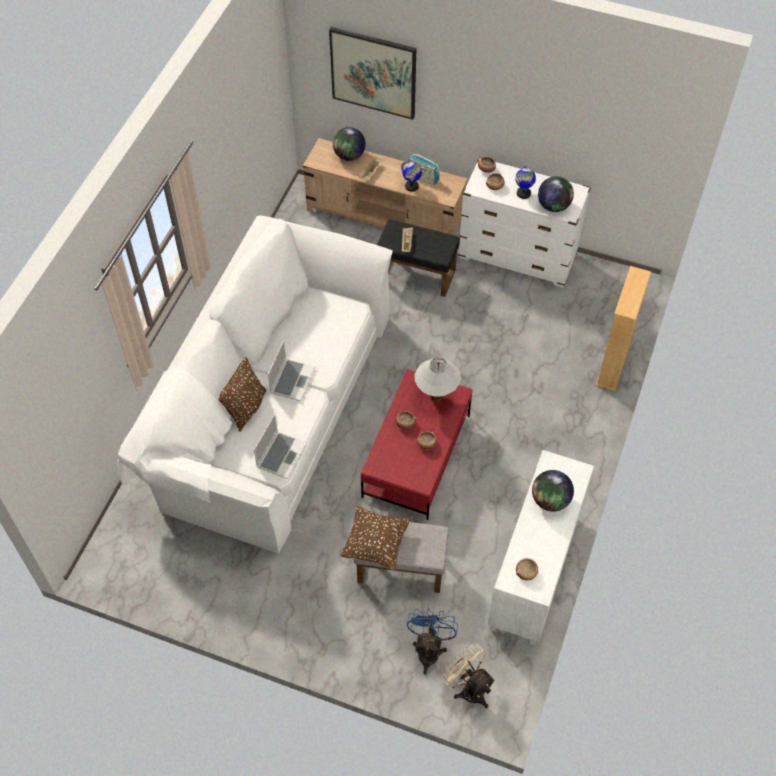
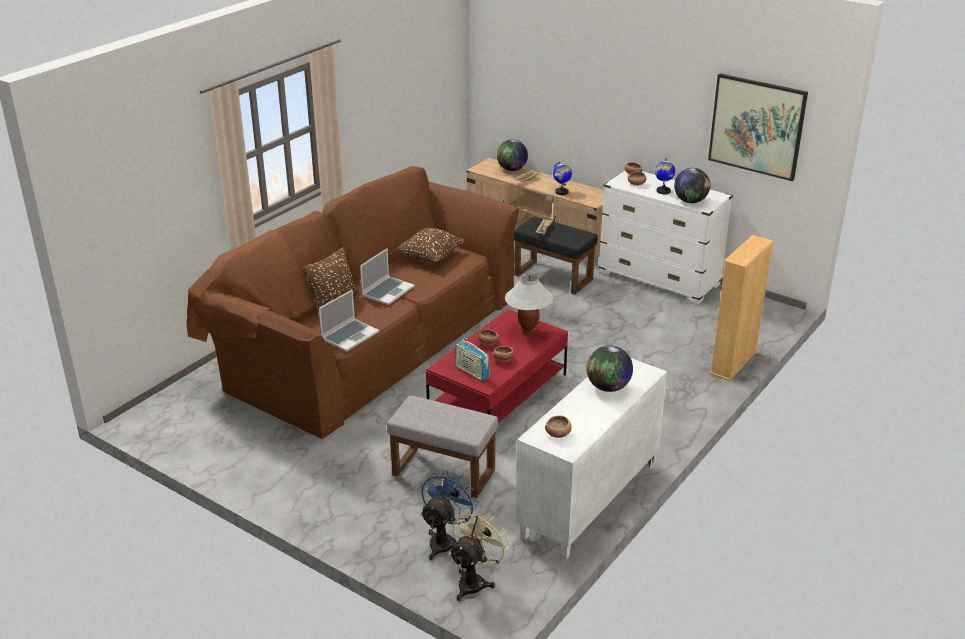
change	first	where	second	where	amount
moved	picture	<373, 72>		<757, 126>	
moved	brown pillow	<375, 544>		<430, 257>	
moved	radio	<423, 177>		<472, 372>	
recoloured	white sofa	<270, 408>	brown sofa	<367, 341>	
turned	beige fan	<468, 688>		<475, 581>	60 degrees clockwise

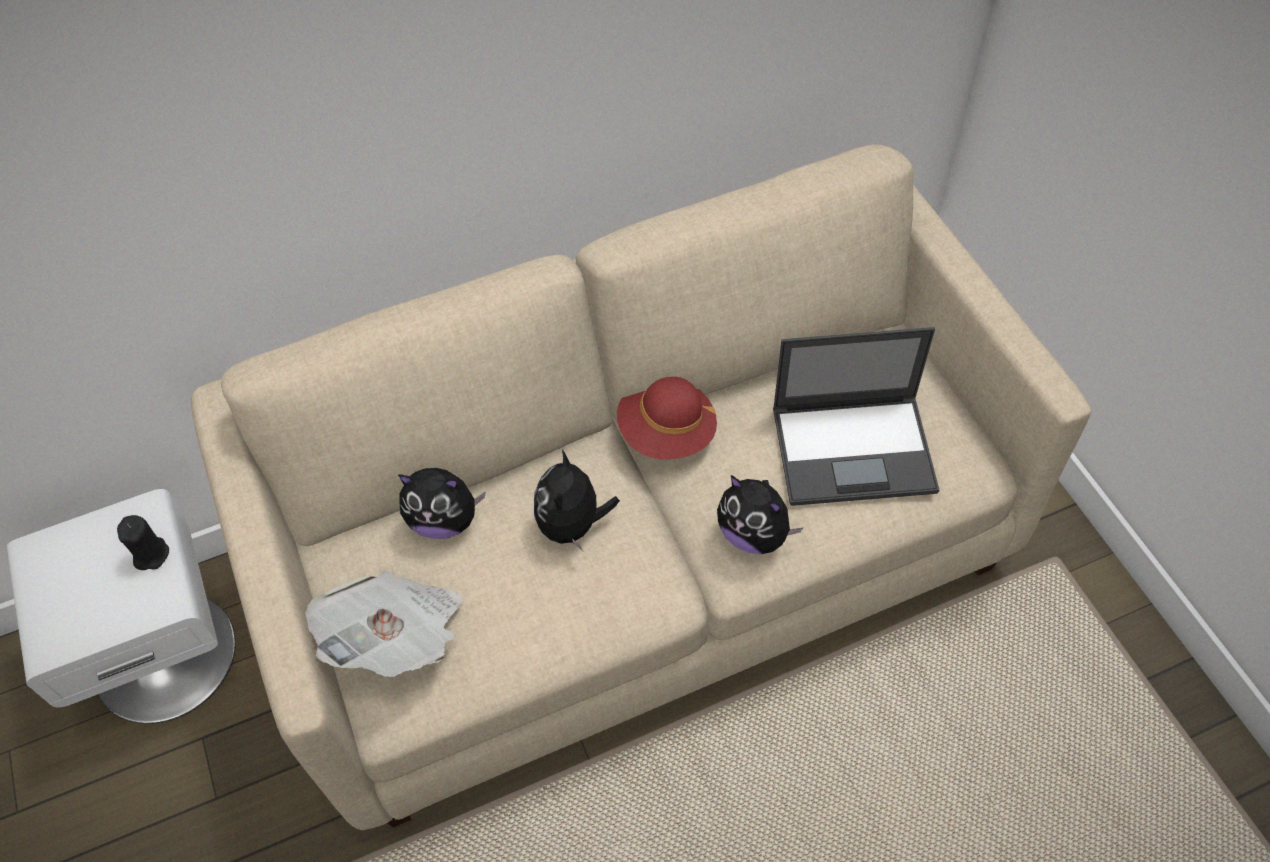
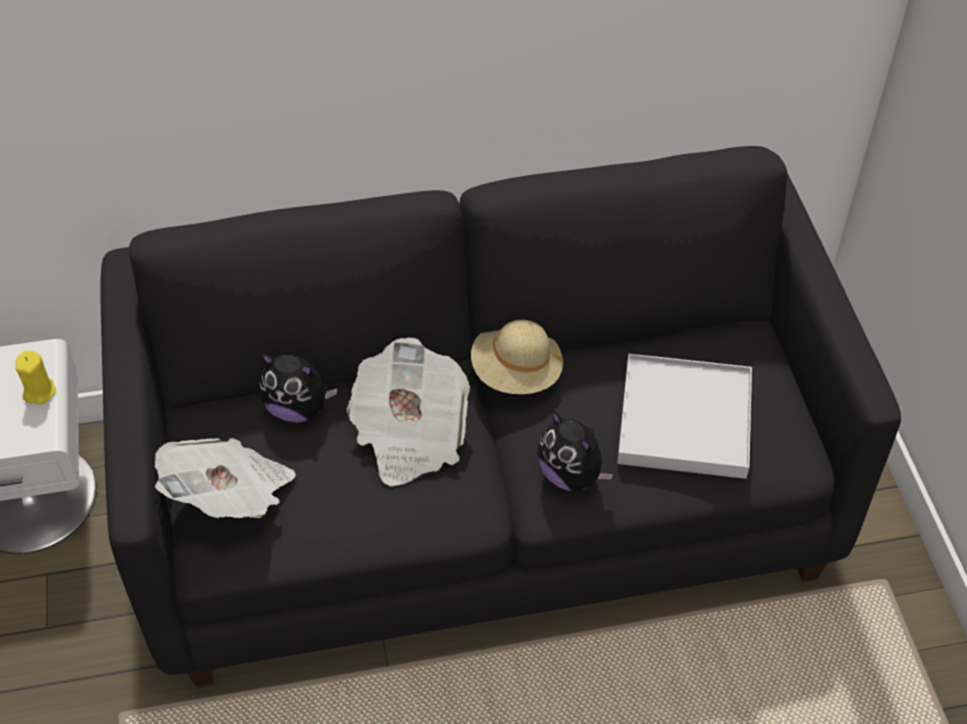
change	first	where	second	where	amount
replaced	plush toy	<573, 525>	newspaper	<409, 434>	
replaced	laptop	<855, 449>	white tray	<685, 420>	
recoloured	black candle	<151, 554>	yellow candle	<39, 391>	
recoloured	beige sofa	<643, 558>	black sofa	<485, 500>	
recoloured	red hat	<667, 433>	beige hat	<516, 373>	

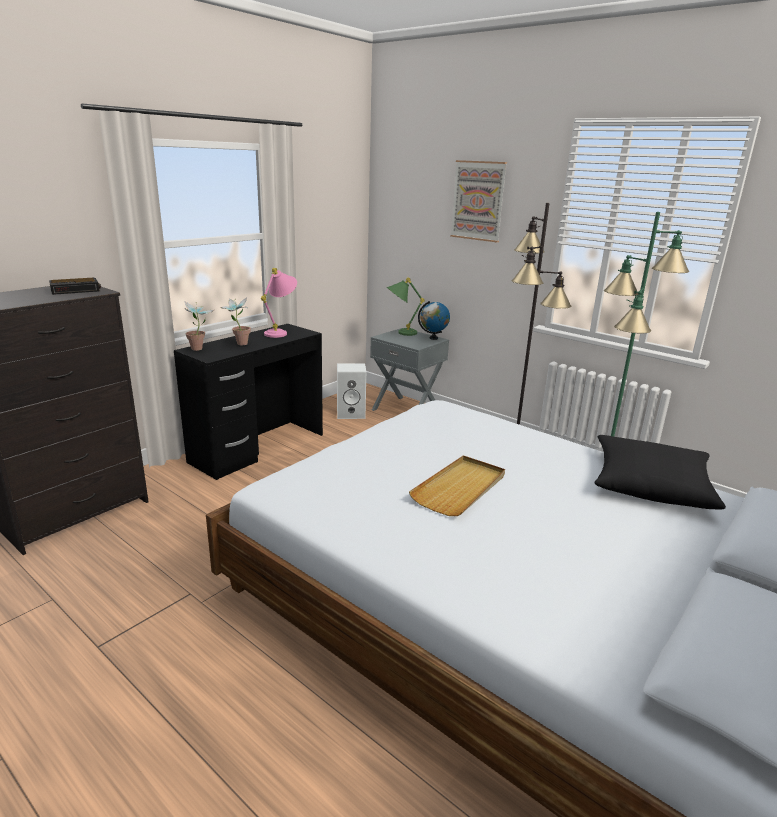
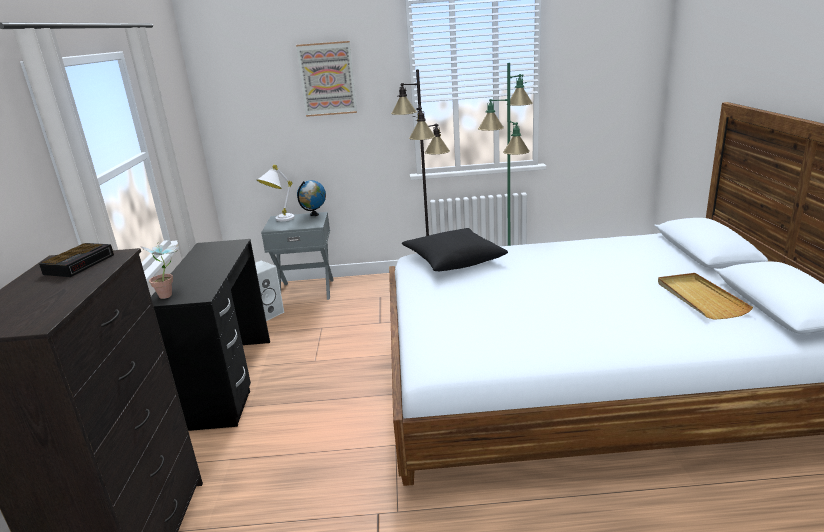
change	first	where	second	where	amount
removed	potted plant	<238, 344>			
removed	pink table lamp	<281, 332>			
moved	beige tray	<460, 488>		<699, 298>	
moved	black pillow	<651, 483>		<453, 259>	
recoloured	green table lamp	<400, 333>	white table lamp	<279, 220>	

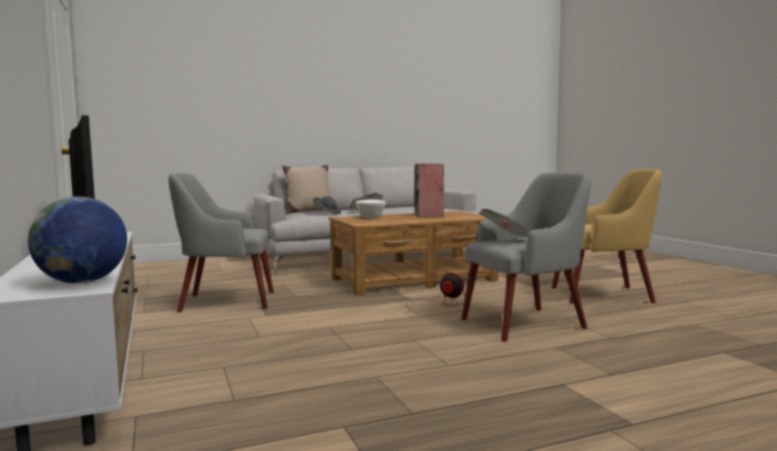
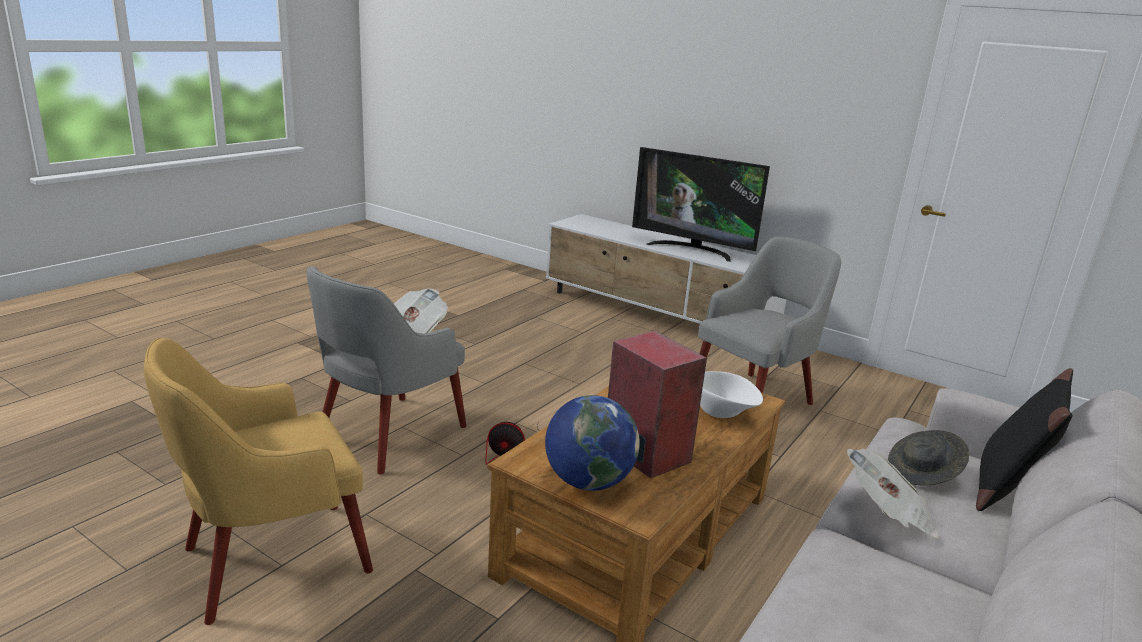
change	first	where	second	where	amount
moved	globe	<82, 282>		<588, 482>	
recoloured	beige pillow	<309, 211>	black pillow	<1006, 489>	

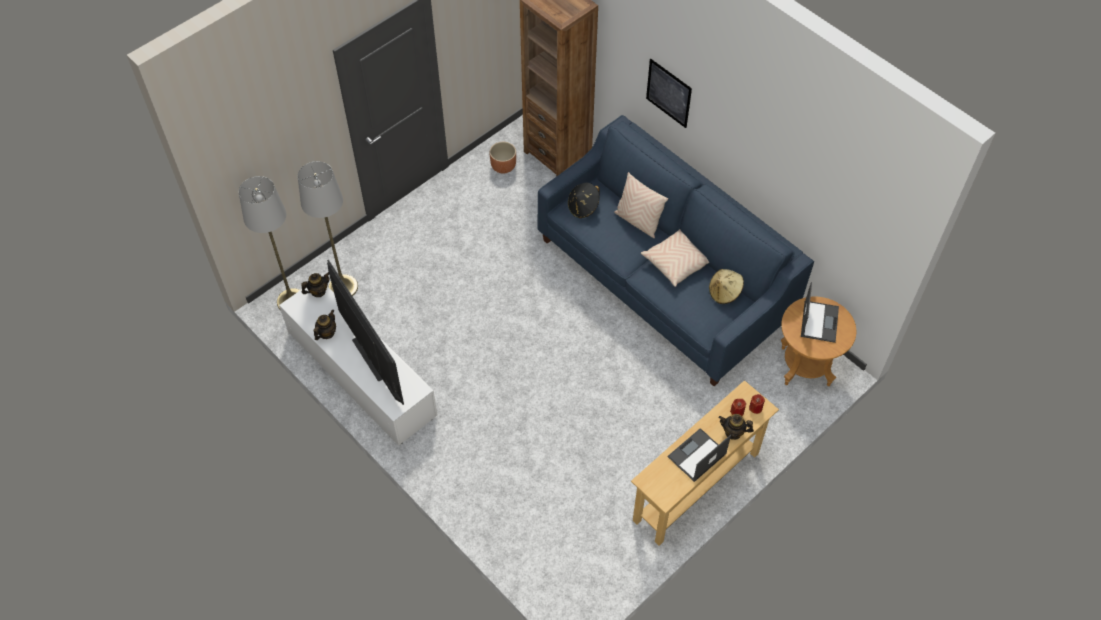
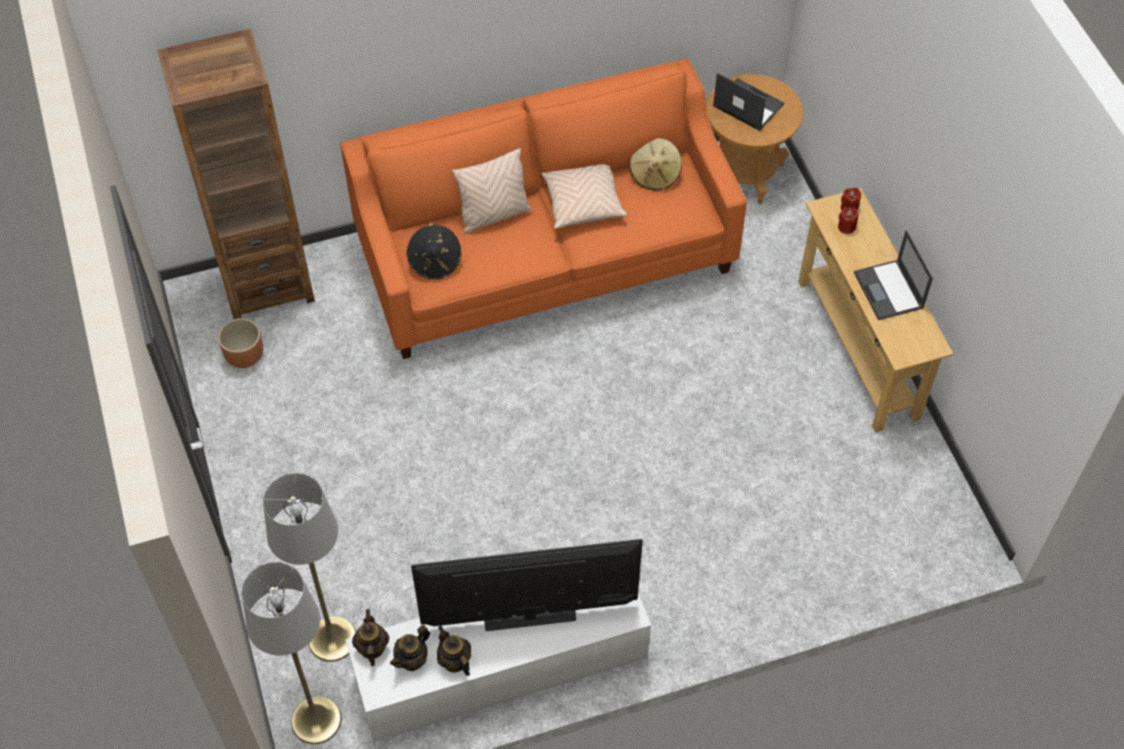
change	first	where	second	where	amount
removed	picture	<668, 93>			
moved	teapot	<733, 432>		<412, 659>	
recoloured	blue sofa	<664, 279>	orange sofa	<544, 255>	

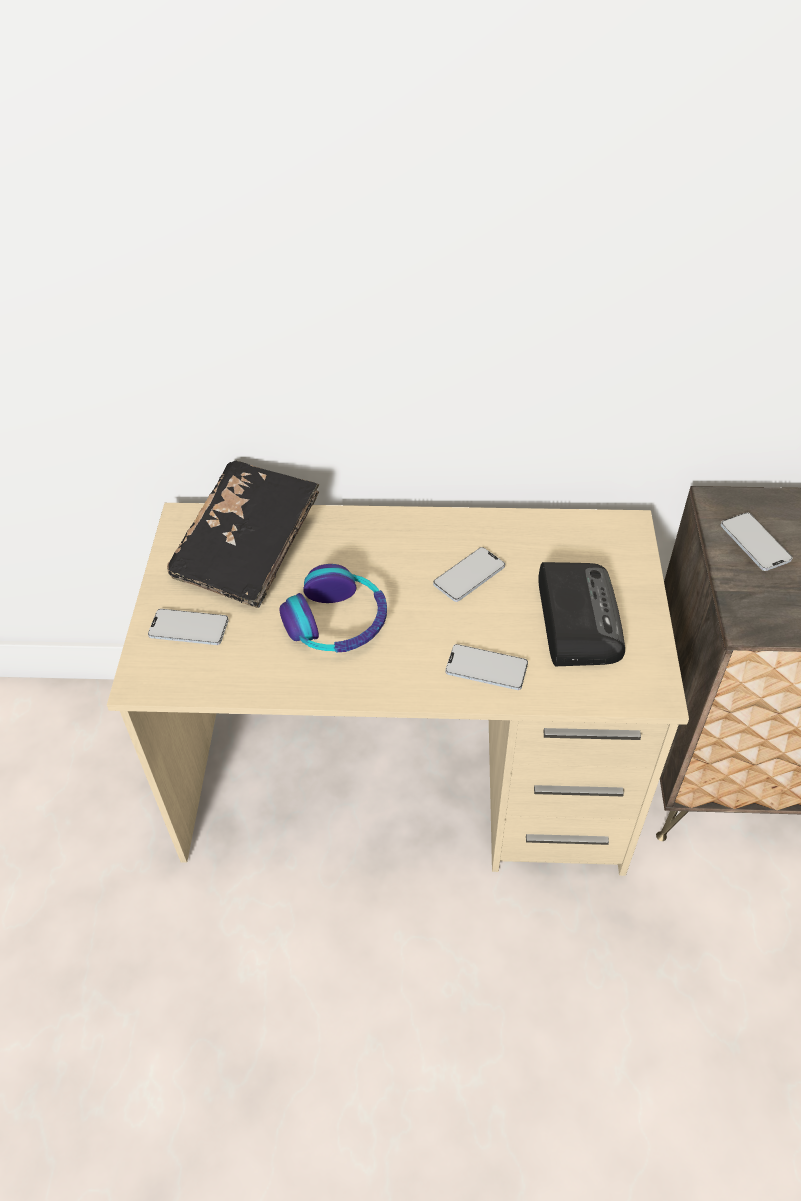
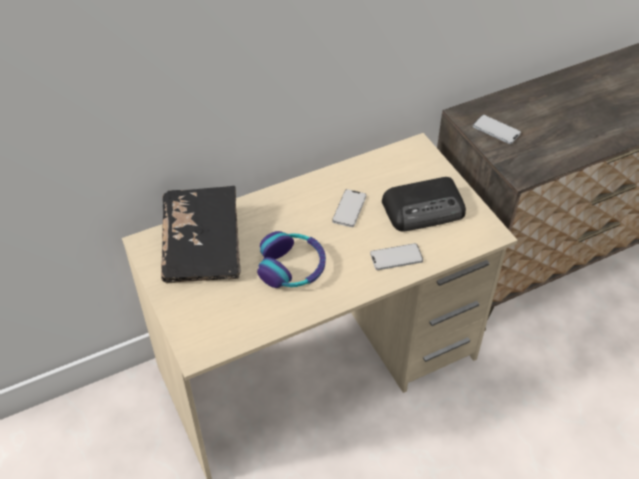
change	first	where	second	where	amount
removed	phone	<189, 628>			
turned	radio	<576, 617>		<425, 209>	105 degrees clockwise

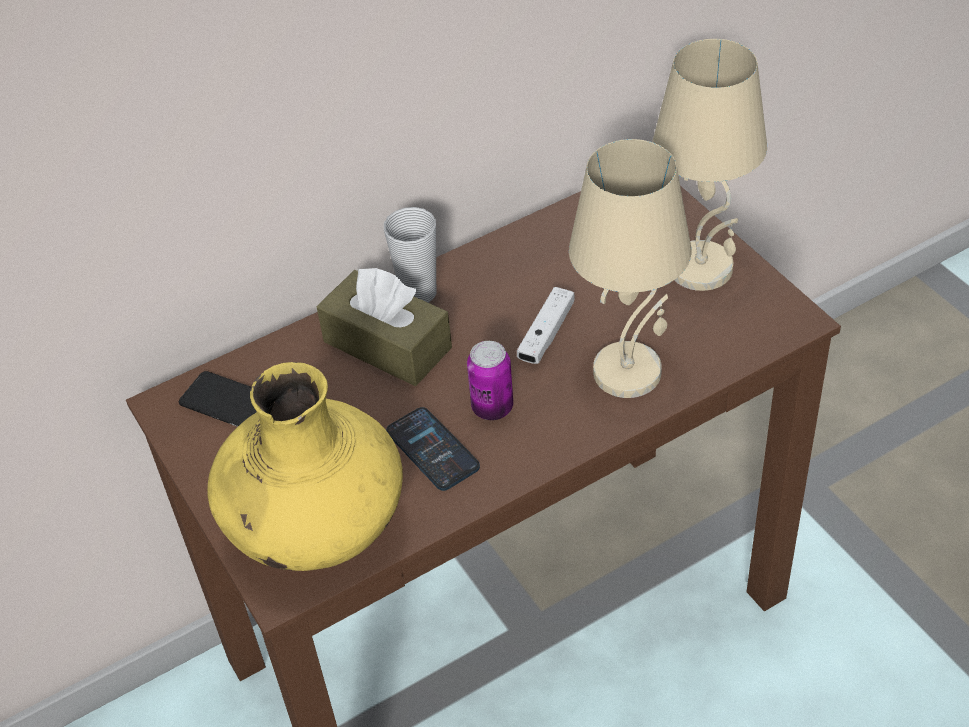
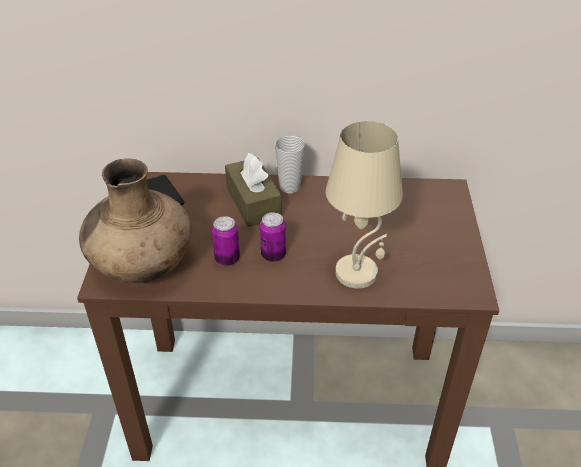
change	first	where	second	where	amount
removed	white game controller	<546, 334>			
removed	beige table lamp	<703, 268>			
replaced	phone	<432, 450>	can	<227, 259>	
recoloured	yellow vase	<316, 529>	brown vase	<142, 265>	

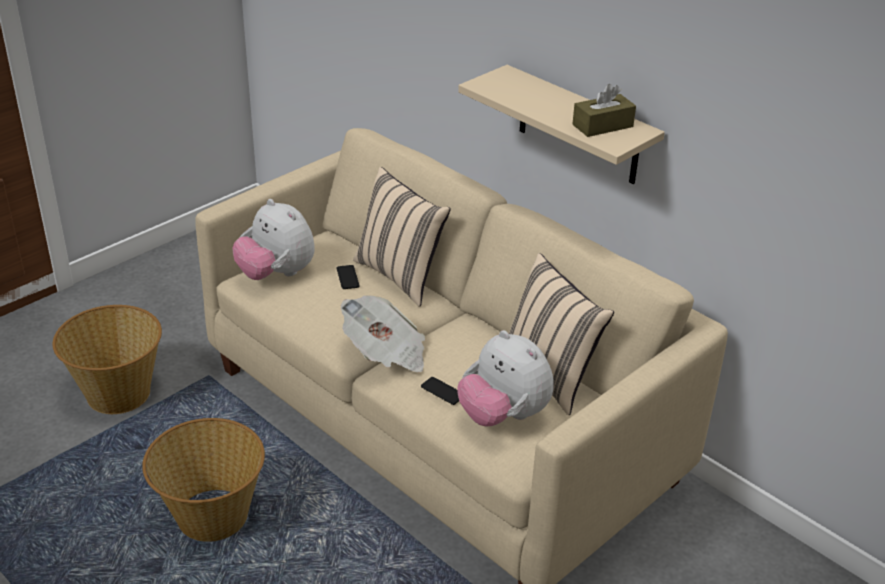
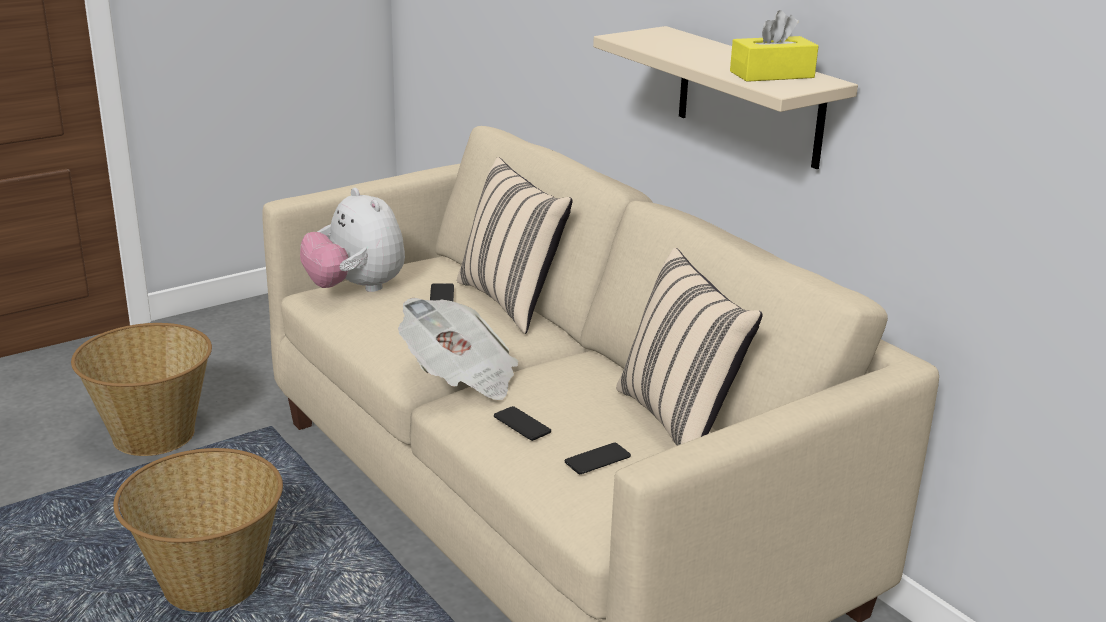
change	first	where	second	where	amount
replaced	plush toy	<503, 415>	phone	<597, 459>	
recoloured	brown tissue box	<602, 126>	yellow tissue box	<772, 74>	

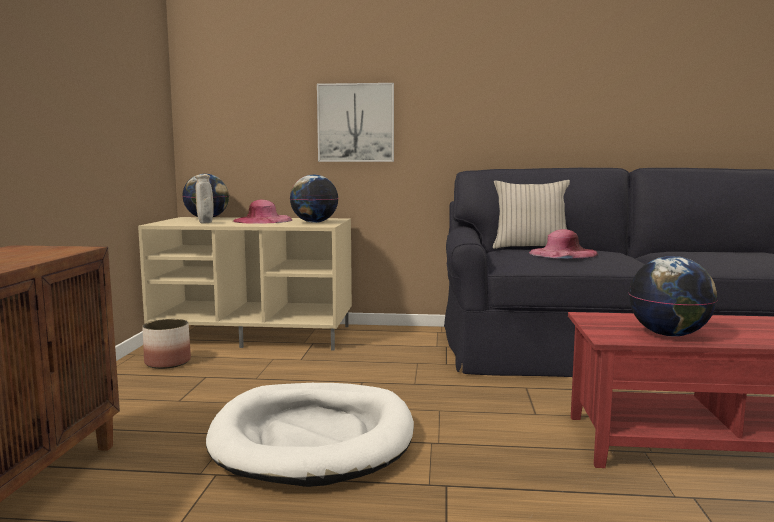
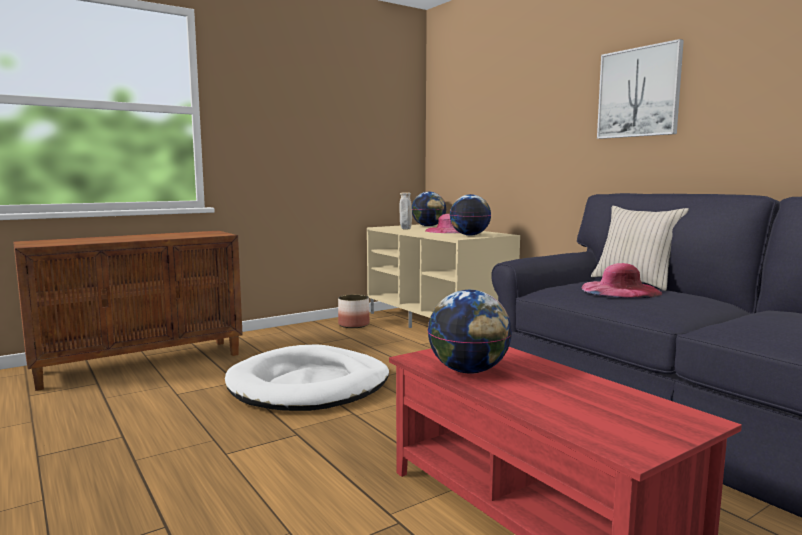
change	first	where	second	where	amount
moved	picture	<356, 123>		<639, 92>	

